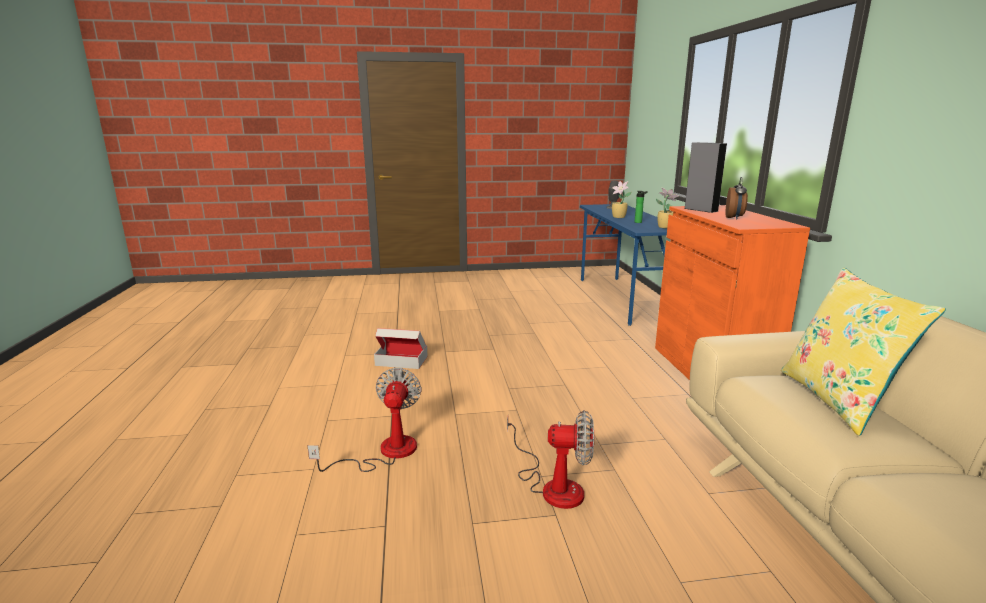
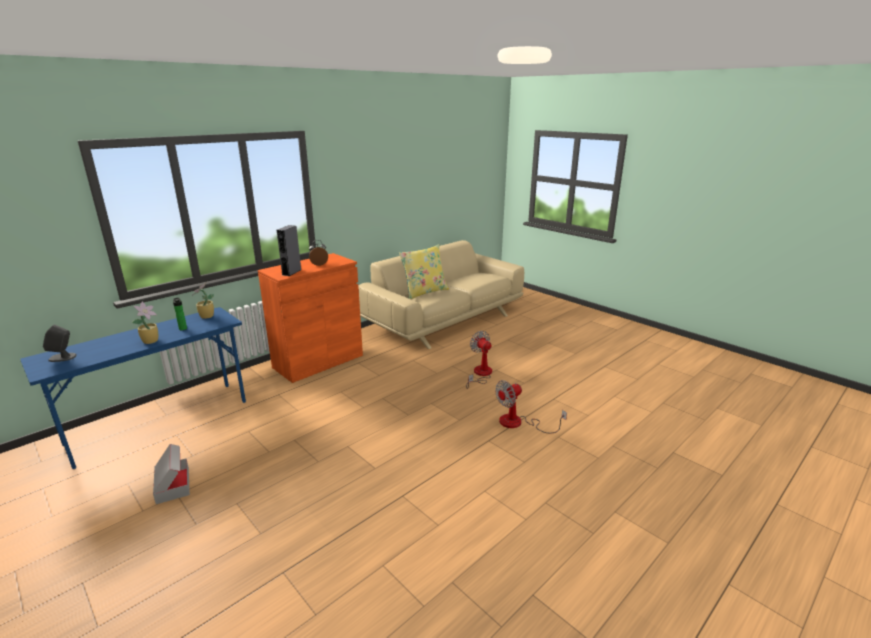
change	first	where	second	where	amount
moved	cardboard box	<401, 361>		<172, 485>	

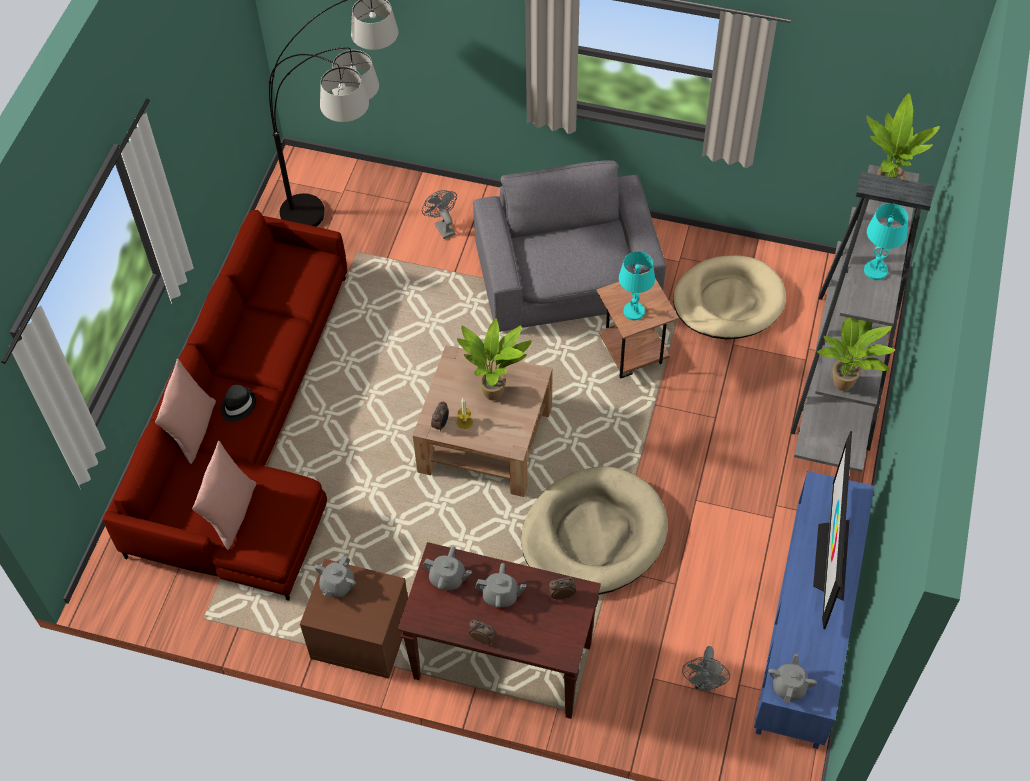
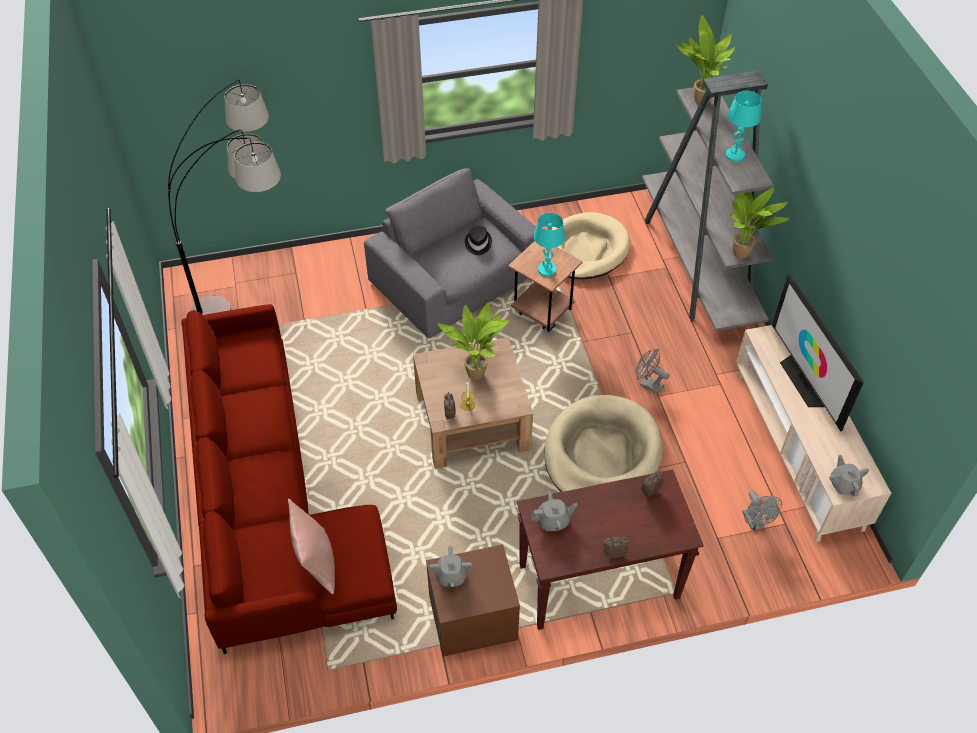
change	first	where	second	where	amount
removed	pink pillow	<192, 430>			
removed	grey teapot	<500, 595>			
moved	black hat	<237, 405>		<477, 243>	
moved	grey fan	<442, 227>		<648, 384>	
recoloured	blue tv stand	<807, 627>	beige tv stand	<797, 449>	

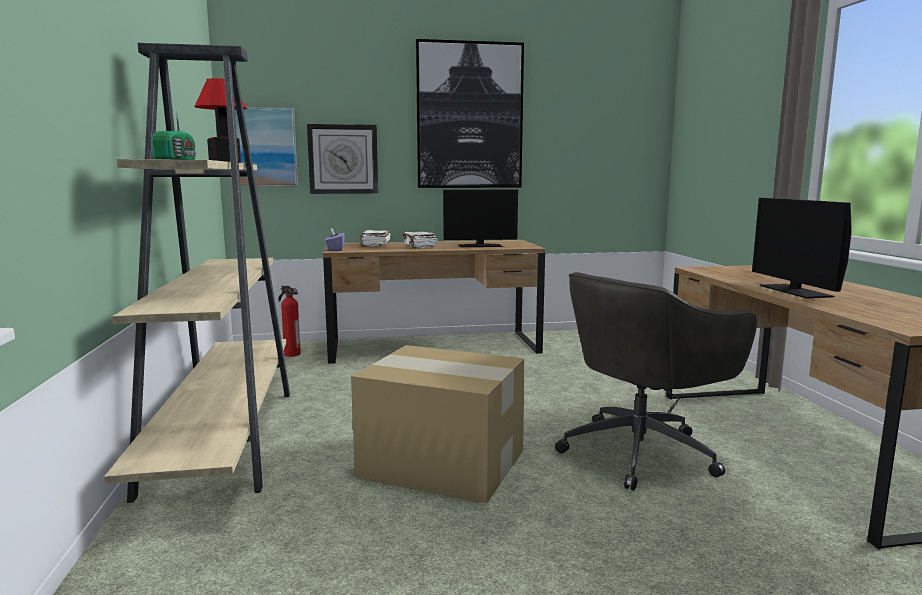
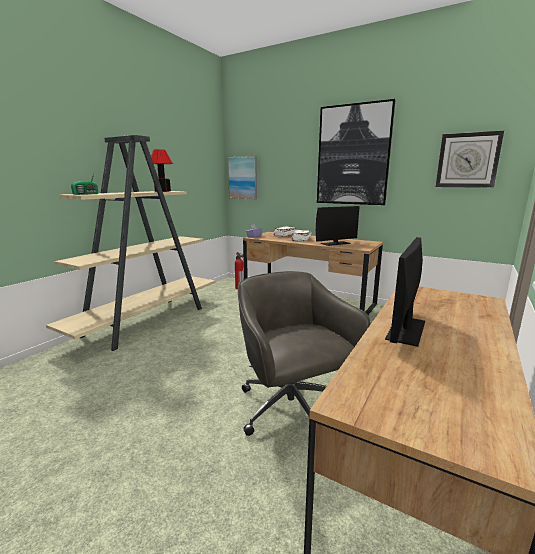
change	first	where	second	where	amount
removed	cardboard box	<444, 463>			
moved	wall clock	<343, 159>		<467, 160>	
turned	monitor	<480, 246>		<335, 243>	60 degrees counterclockwise
turned	grey office chair	<641, 452>		<292, 410>	60 degrees clockwise

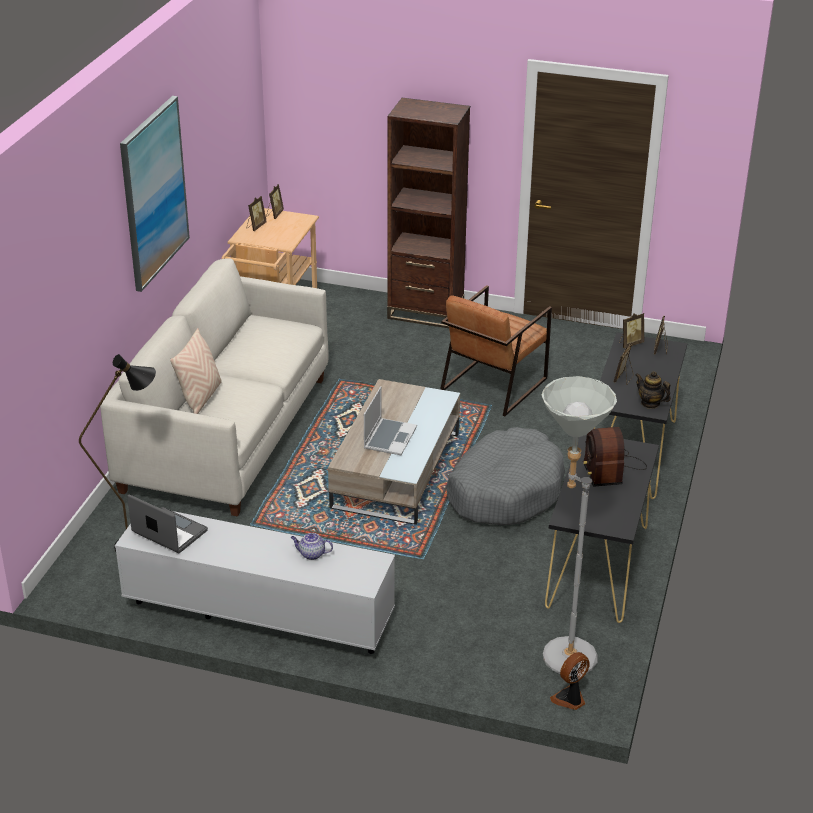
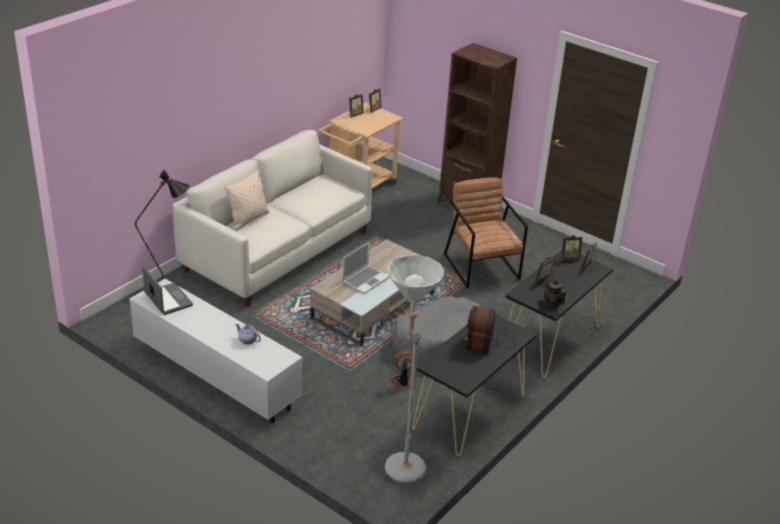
change	first	where	second	where	amount
removed	picture	<154, 193>			
moved	fan	<570, 699>		<402, 382>	
turned	brown armchair	<493, 384>		<481, 266>	105 degrees clockwise

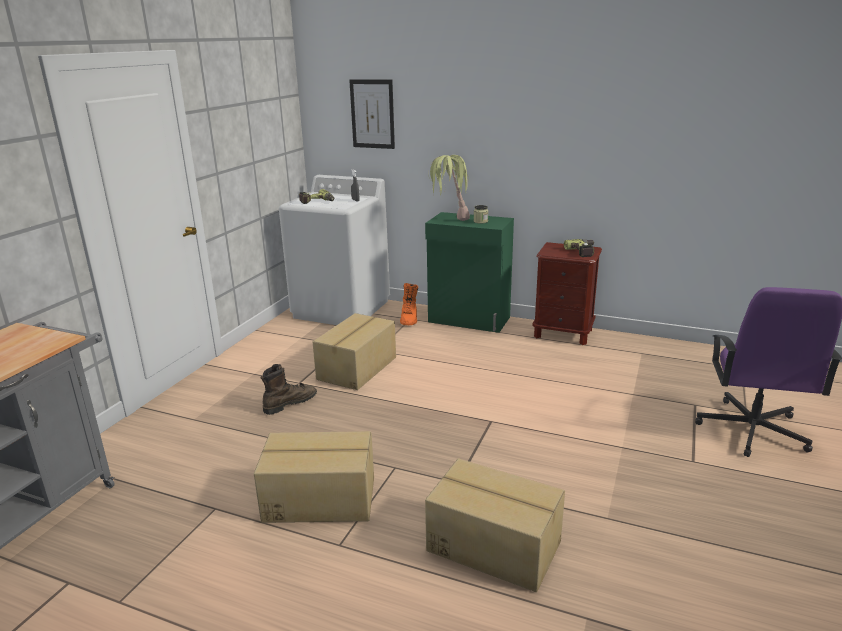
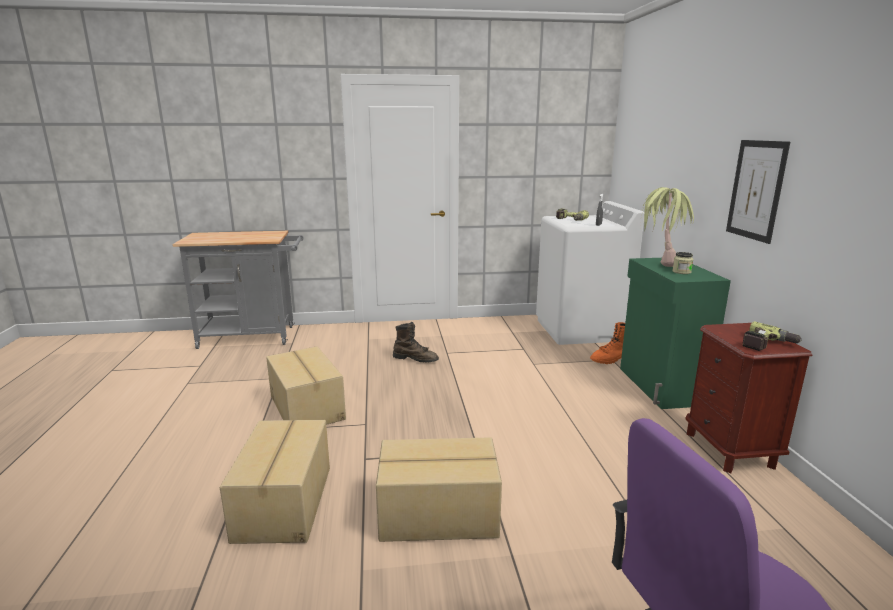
change	first	where	second	where	amount
moved	cardboard box	<358, 368>		<438, 514>	
moved	picture	<372, 114>		<756, 190>	

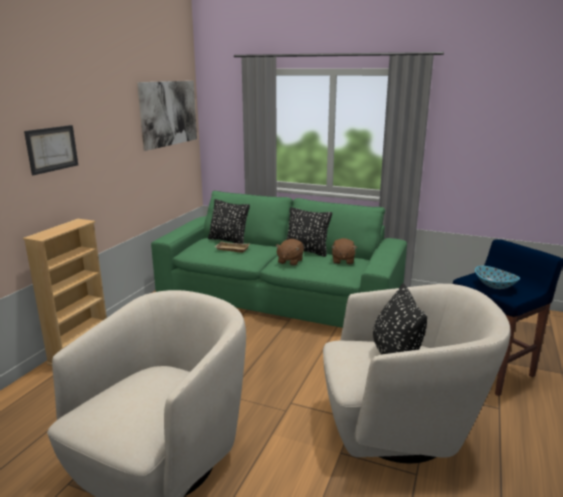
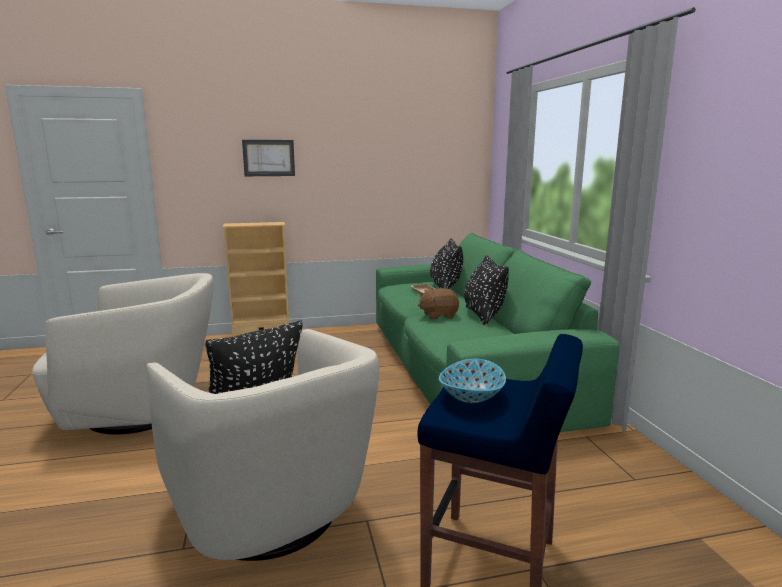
change	first	where	second	where	amount
removed	picture	<169, 113>			
removed	brown plush toy	<342, 261>			

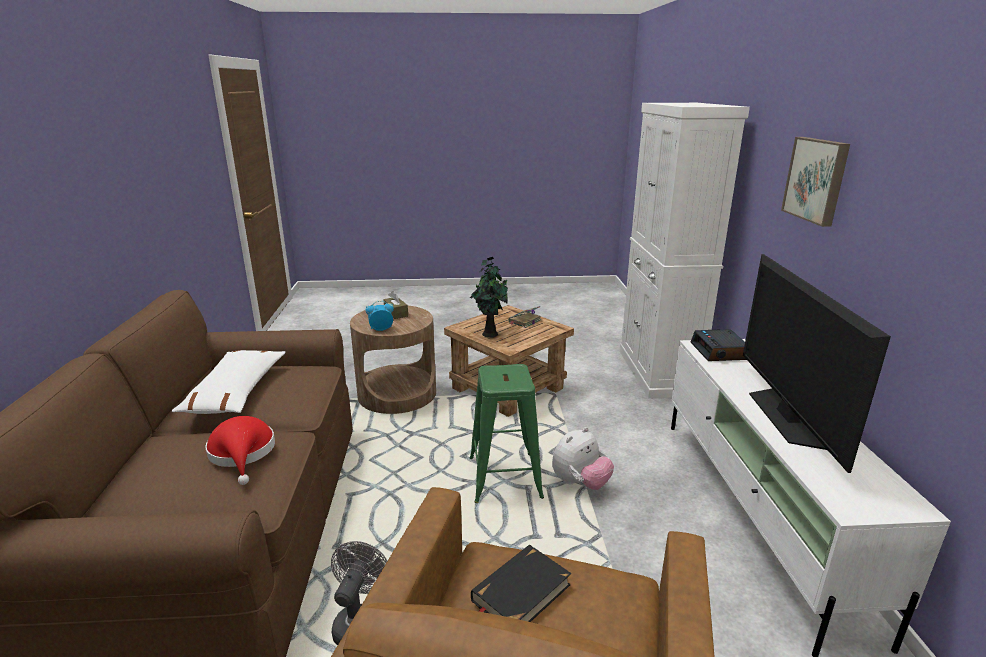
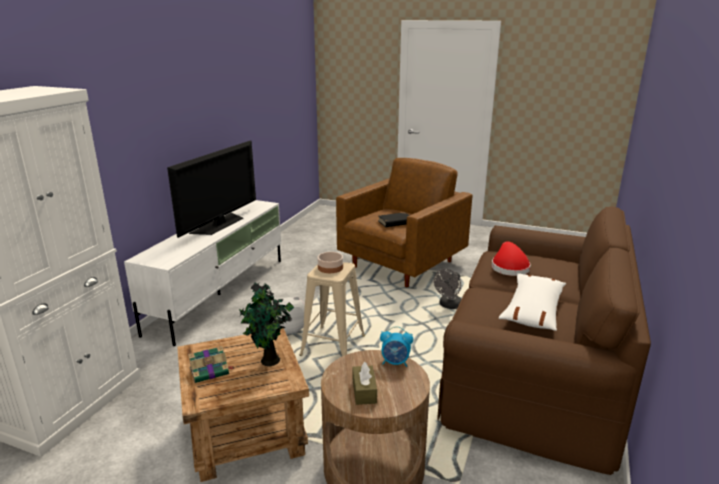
change	first	where	second	where	amount
removed	alarm clock	<720, 352>			
removed	picture	<817, 180>			
added			bowl	<330, 268>	
recoloured	green stool	<504, 477>	beige stool	<333, 345>	

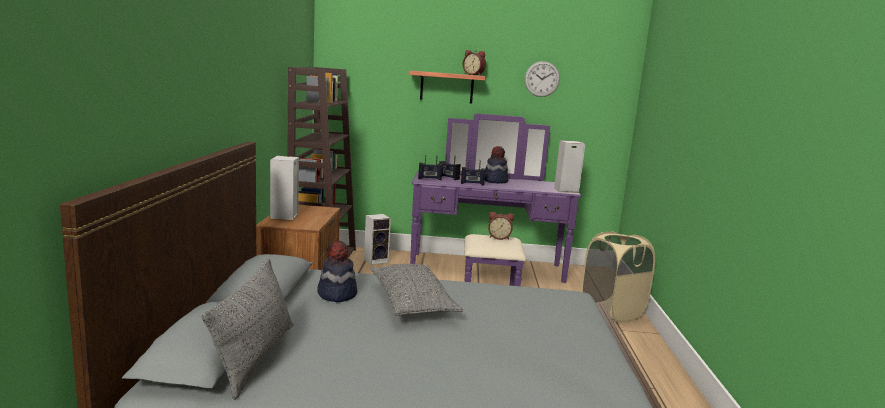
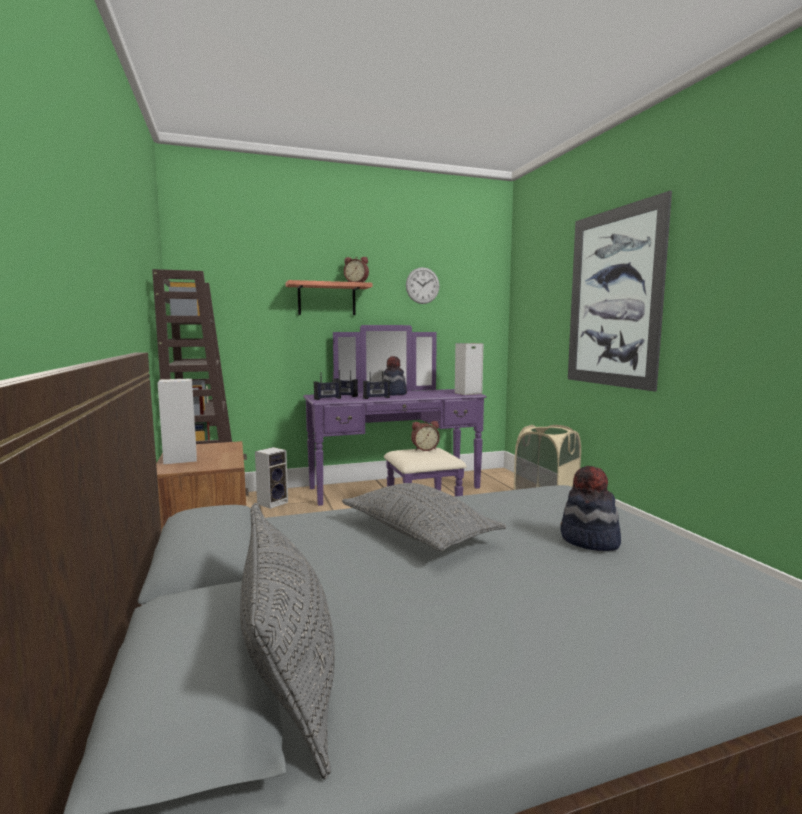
change	first	where	second	where	amount
added			picture	<613, 298>	
moved	hat	<336, 294>		<589, 540>	

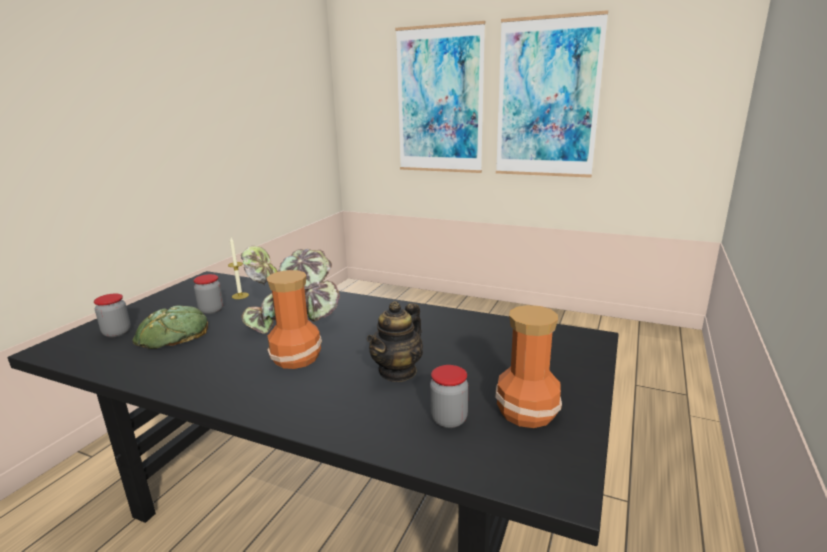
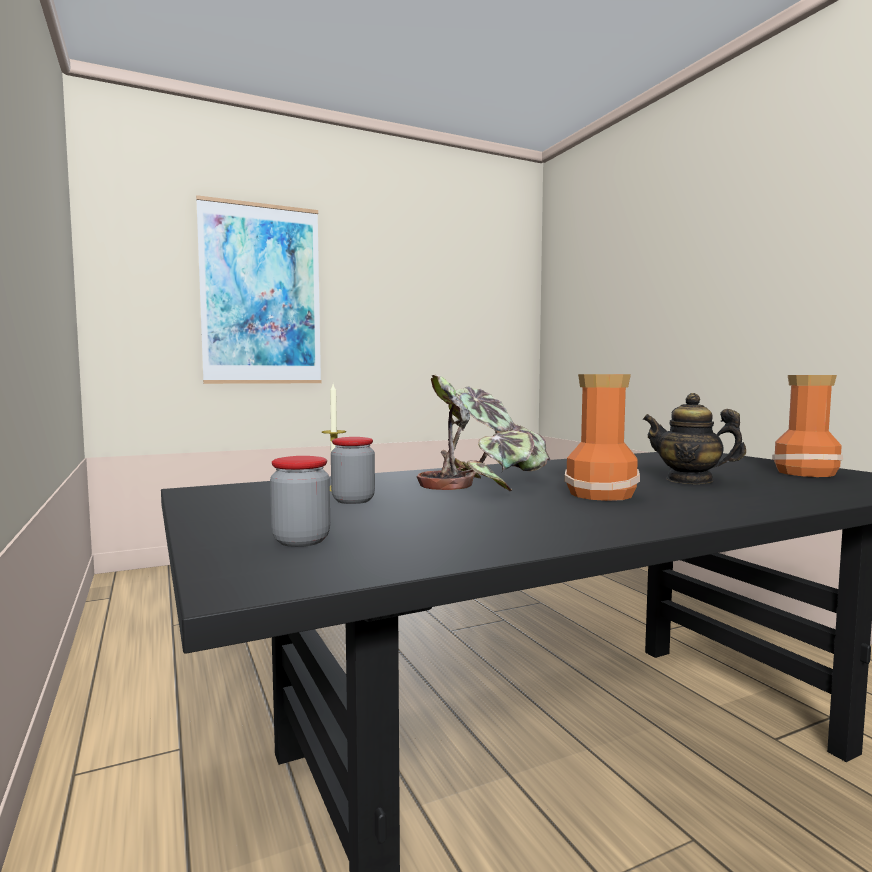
change	first	where	second	where	amount
removed	bread	<173, 334>			
removed	jar	<449, 419>			
removed	picture	<547, 99>			
turned	teapot	<398, 371>		<689, 480>	135 degrees clockwise

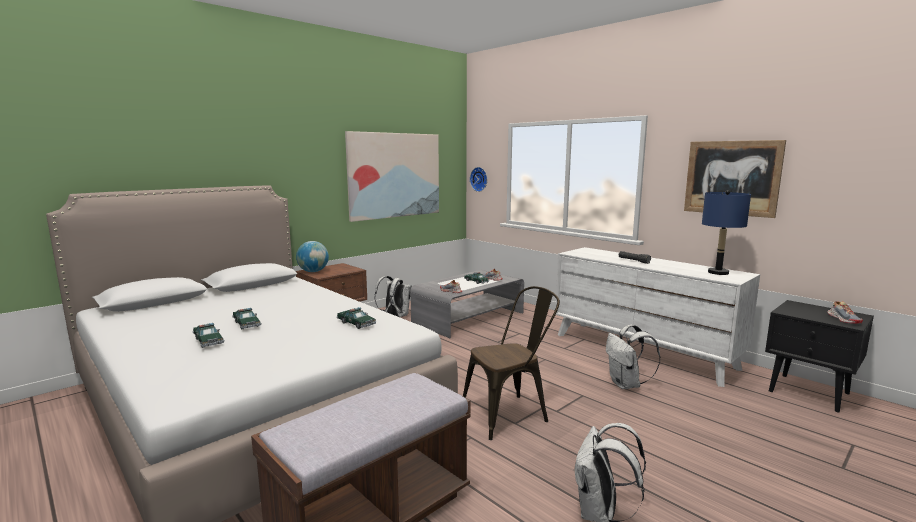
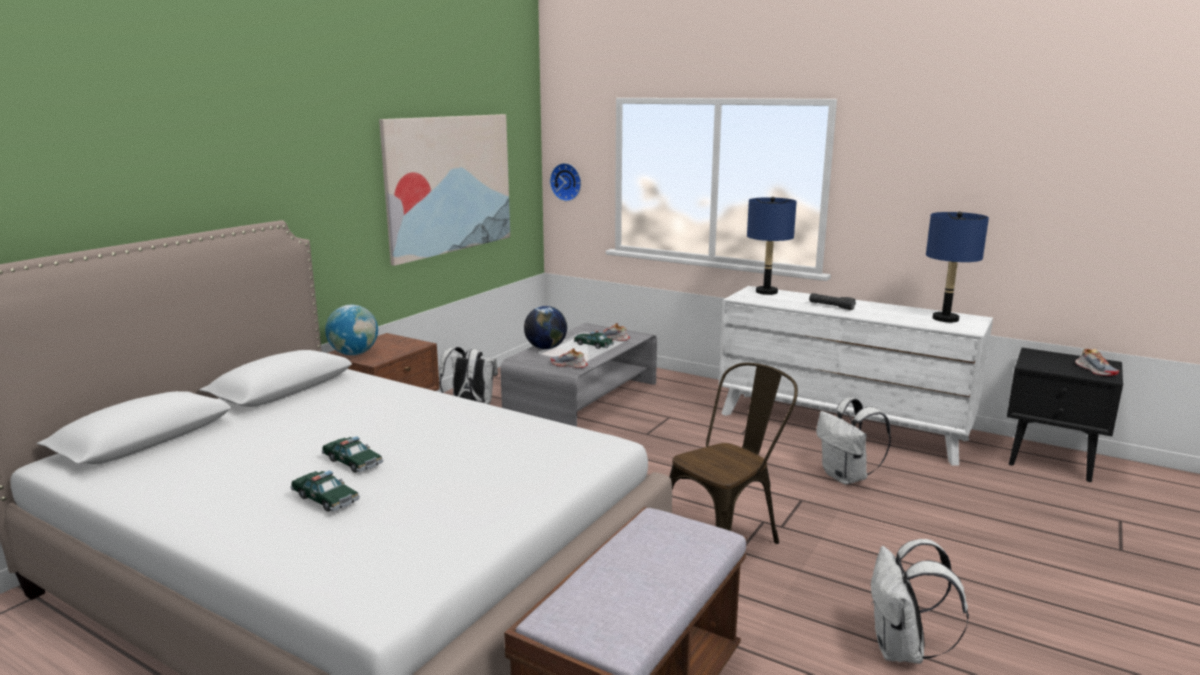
change	first	where	second	where	amount
removed	toy car	<356, 323>			
removed	picture	<731, 178>			
added			globe	<546, 348>	
added			blue table lamp	<766, 292>	

